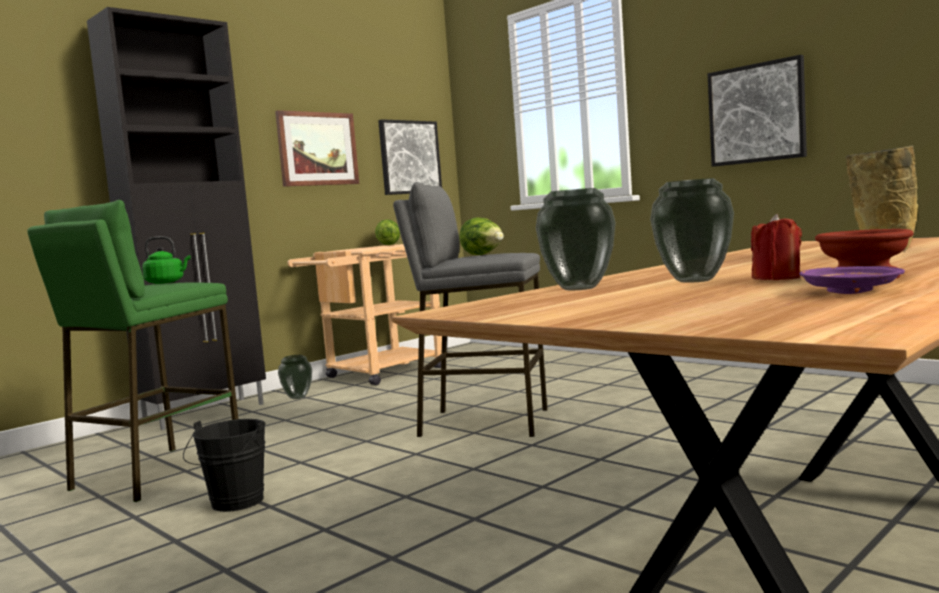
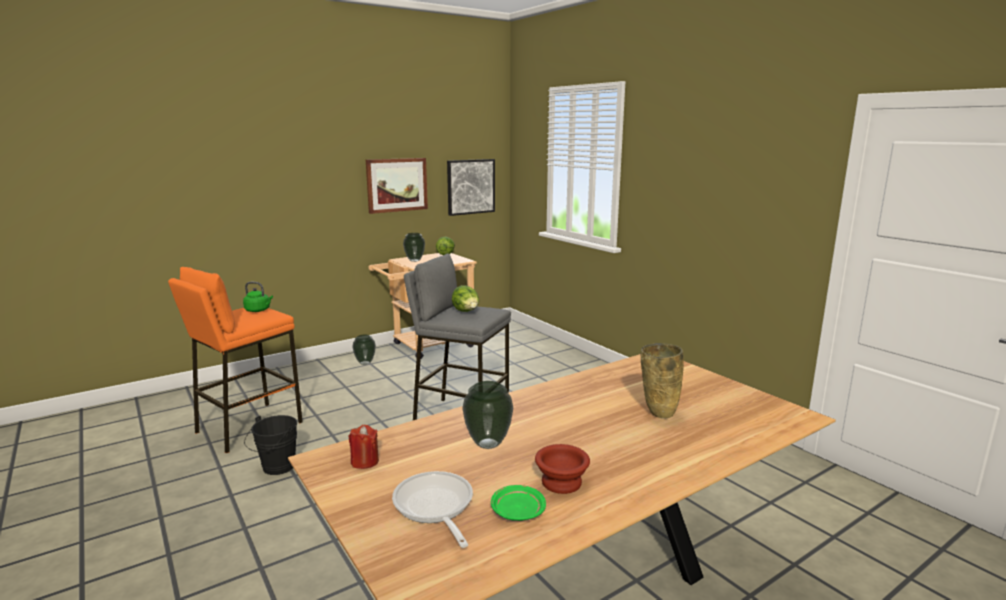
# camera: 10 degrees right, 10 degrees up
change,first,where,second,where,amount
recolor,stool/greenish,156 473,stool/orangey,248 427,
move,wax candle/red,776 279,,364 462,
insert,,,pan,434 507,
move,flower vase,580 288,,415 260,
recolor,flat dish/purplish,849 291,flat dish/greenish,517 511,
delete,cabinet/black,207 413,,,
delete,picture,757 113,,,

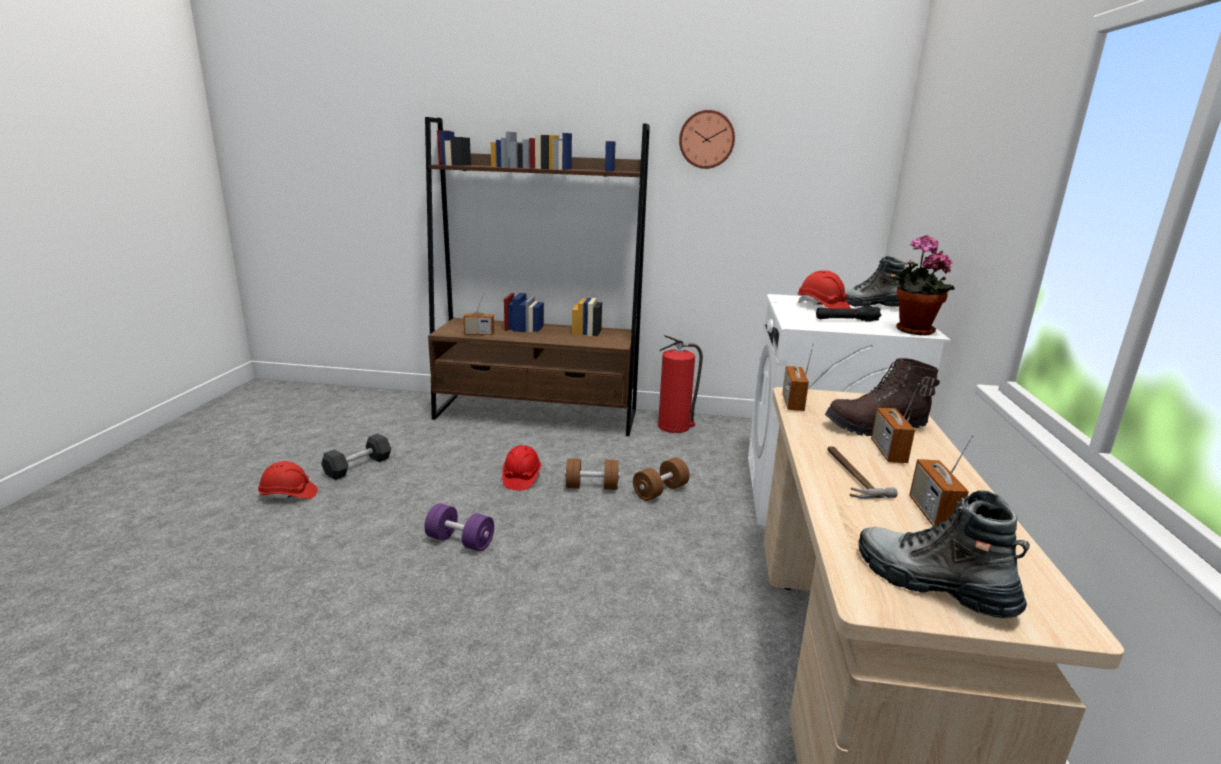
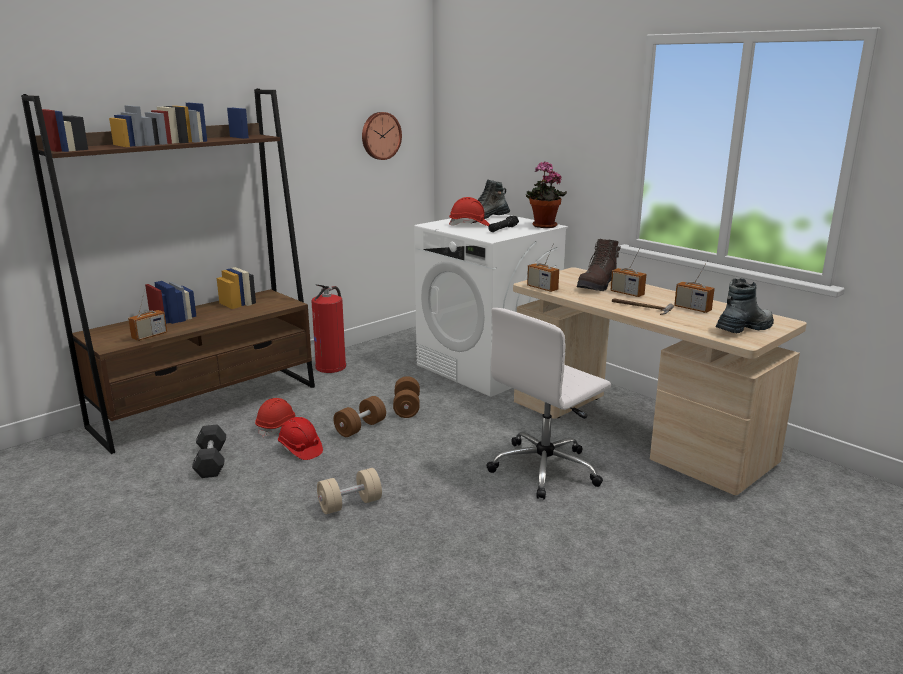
# camera: 50 degrees left, 0 degrees up
change,first,where,second,where,amount
move,hand weight/black,358 466,,211 461,
move,safety helmet/red,288 495,,278 427,
recolor,hand weight/purplish,460 541,hand weight/sand-coloured,350 504,
move,hanging clock,706 139,,380 135,
insert,,,office chair/white,545 469,
rotate,boot,931 584,,743 329,150 degrees clockwise

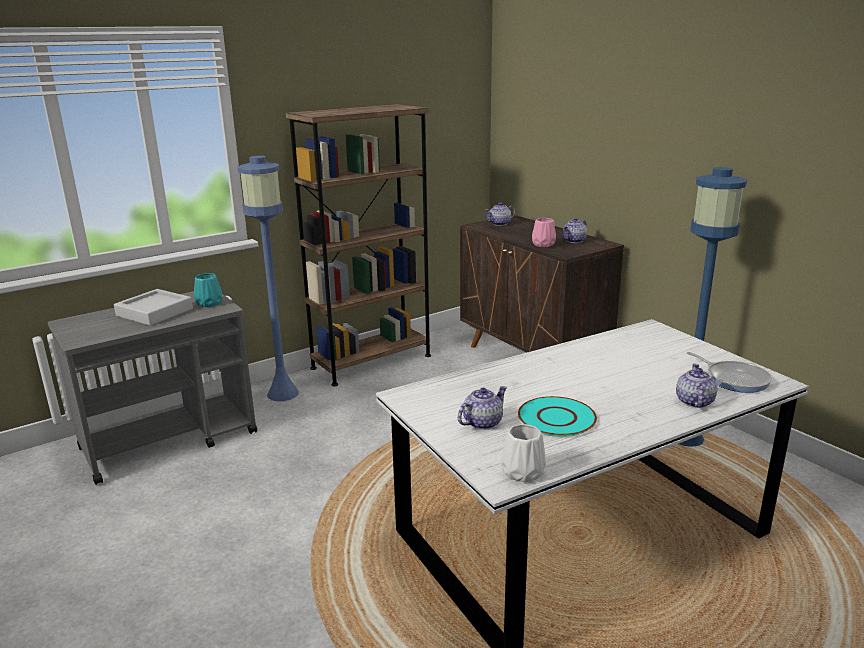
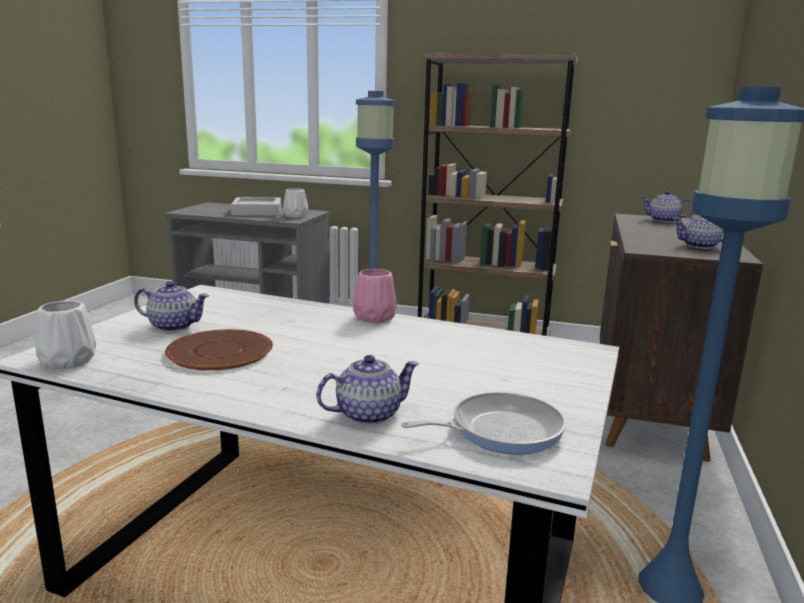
# camera: 50 degrees right, 5 degrees down
change,first,where,second,where,amount
recolor,flat dish/blue-green,556 418,flat dish/brownish,219 351,
recolor,flower vase/blue-green,210 303,flower vase/white,296 216,
move,flower vase/pink-coloured,543 244,,375 317,
rotate,pan,734 379,,500 430,120 degrees counterclockwise

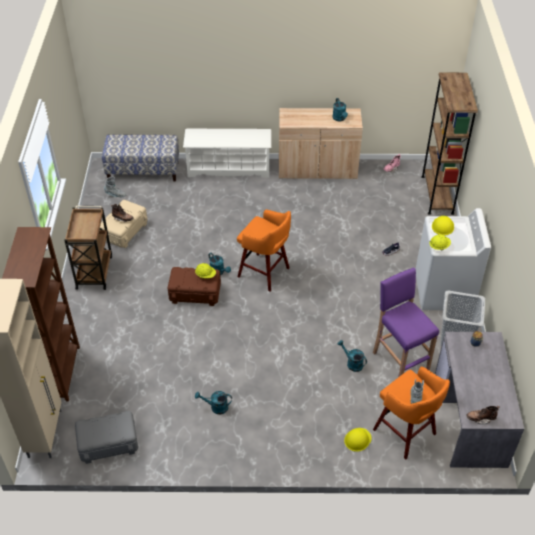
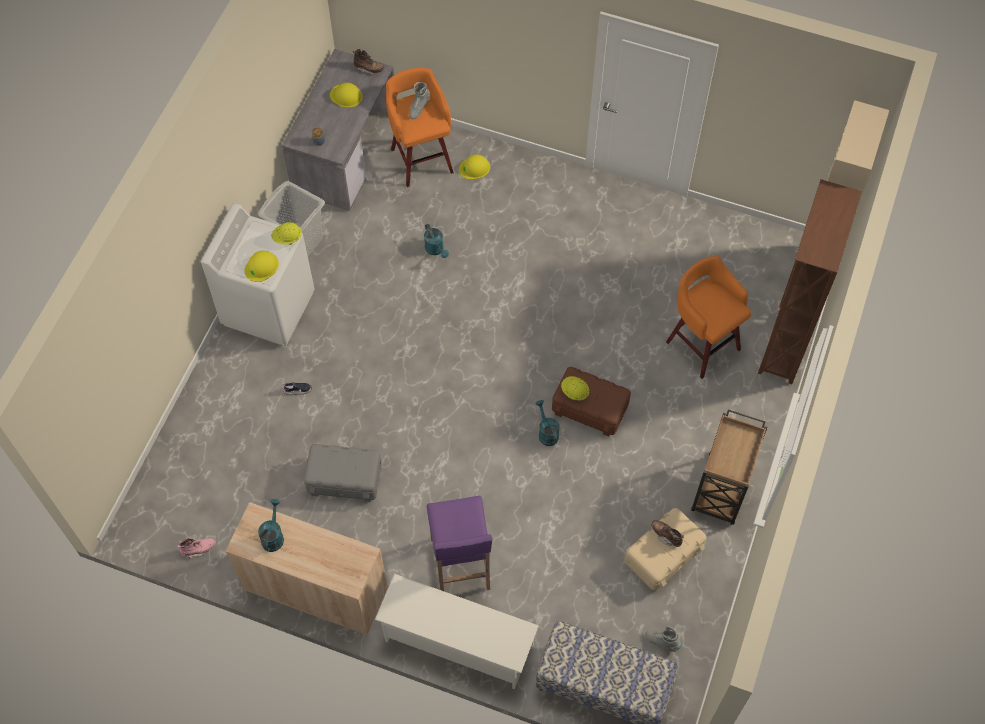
# camera: 160 degrees left, 15 degrees up
change,first,where,second,where,amount
move,storage box/grey,108 443,,344 479,
insert,,,safety helmet/yellowish,346 96,
move,stool/purplish,399 360,,460 565,
move,stool/orangey,265 273,,701 344,
delete,watering pot/blue-green,216 407,,,
delete,shelving unit/brownish,437 194,,,

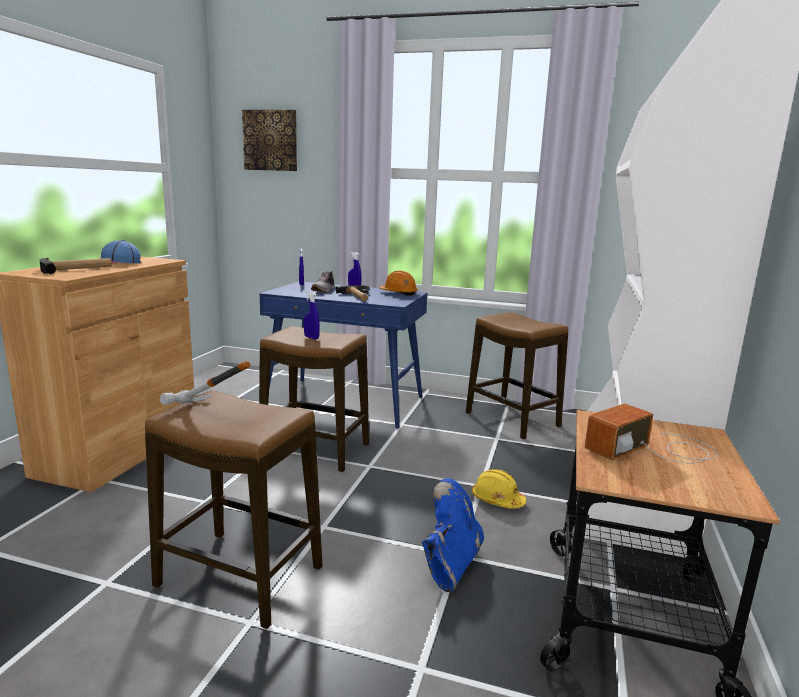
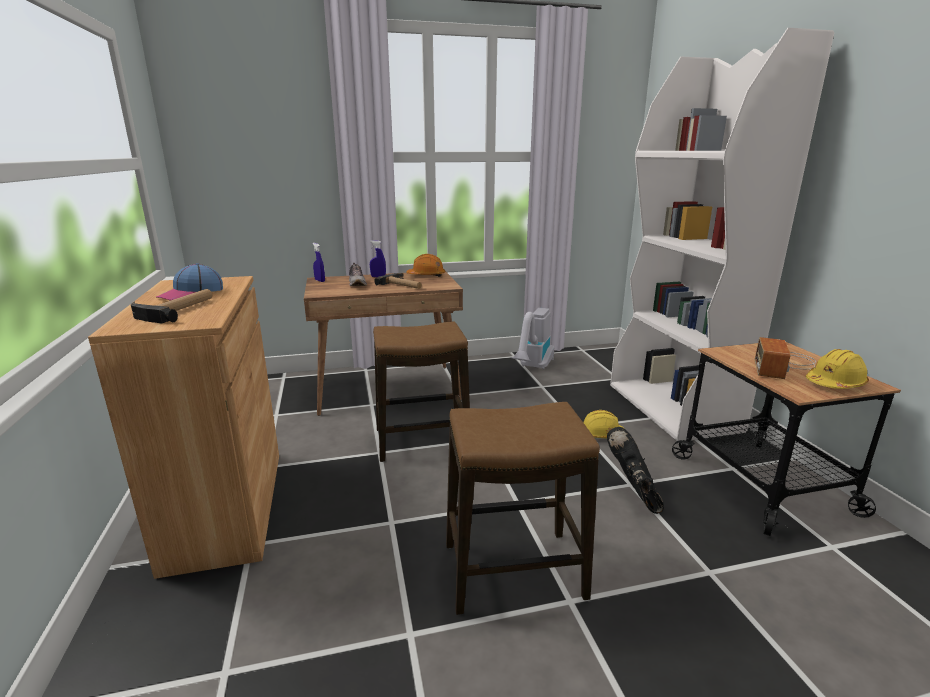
# camera: 30 degrees left, 5 degrees up
change,first,where,second,where,amount
recolor,desk unit/bluish,345 402,desk unit/brownish,388 389,
replace,stool,512 420,vacuum,533 368,
recolor,boot/bluish,450 564,boot/black,634 493,
insert,,,safety helmet/yellowish,834 383,
delete,hammer,204 414,,,
delete,picture,270 140,,,
delete,sprayer/bluish,311 338,,,

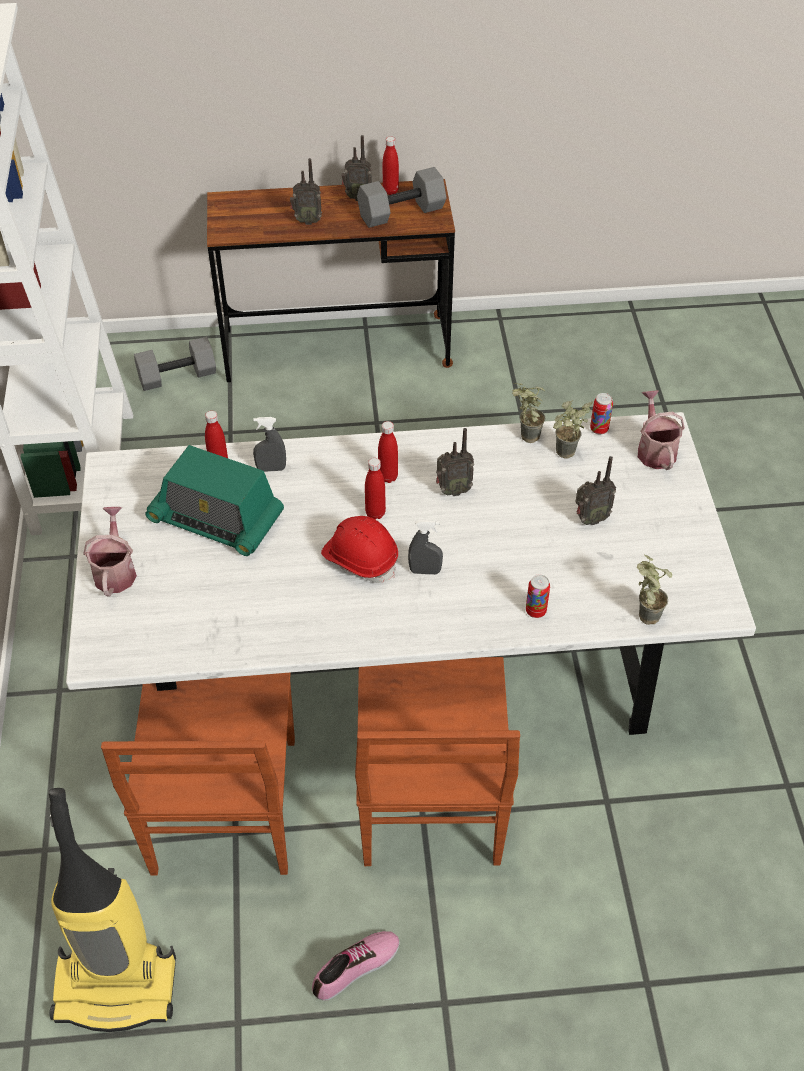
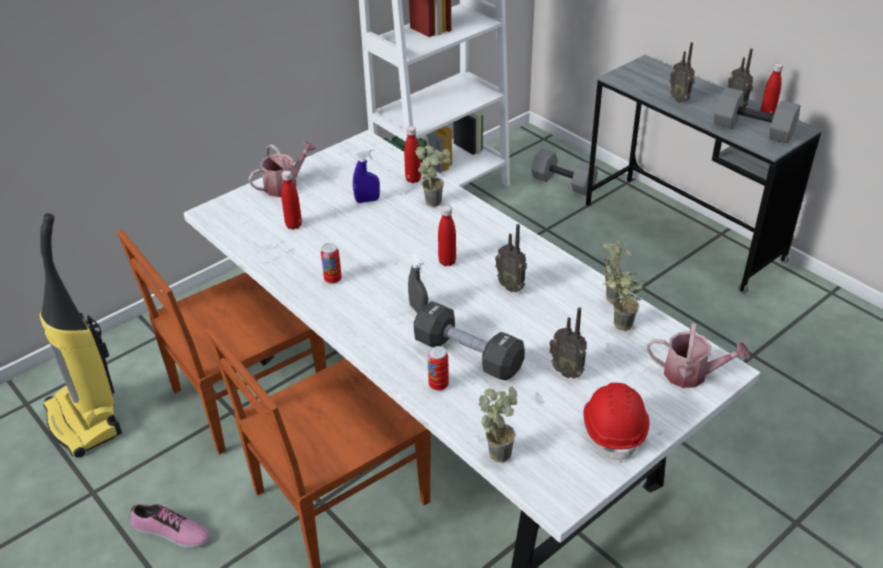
# camera: 55 degrees right, 10 degrees down
change,first,where,second,where,amount
move,beverage bottle/red,388 477,,293 225,
move,can,599 429,,333 279,
replace,radio receiver,216 519,sprayer/bluish,367 200,
insert,,,hand weight/black,468 355,
replace,sprayer/grey,271 469,plant in a pot,435 200,
move,safety helmet/red,360 559,,614 429,
recolor,desk unit/brownish,336 348,desk unit/grey,682 232,
rotate,watering pot,654 450,,691 374,60 degrees clockwise

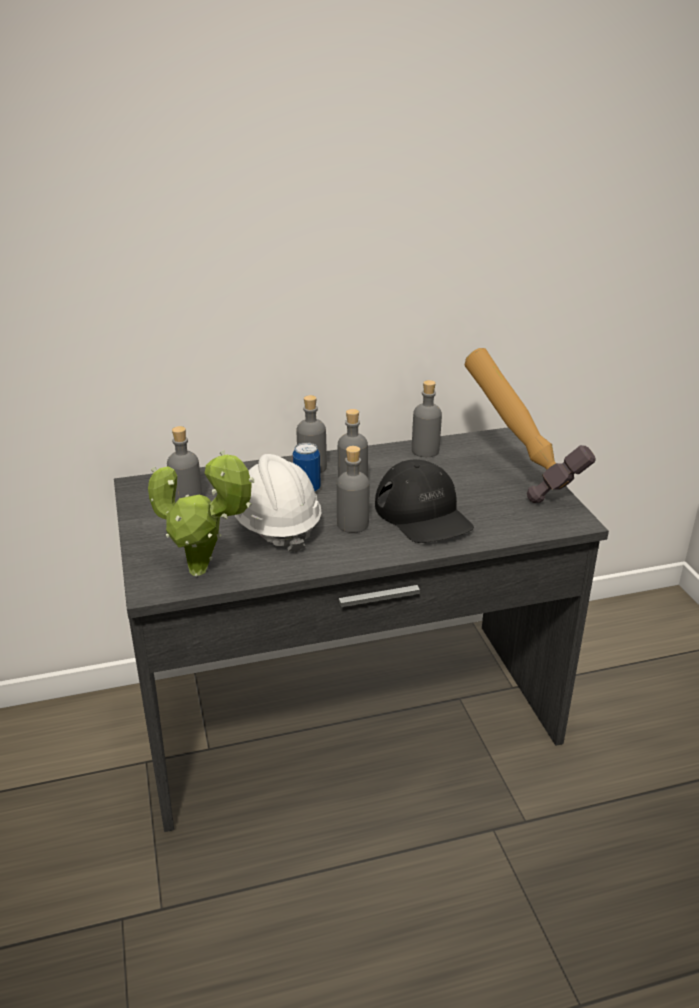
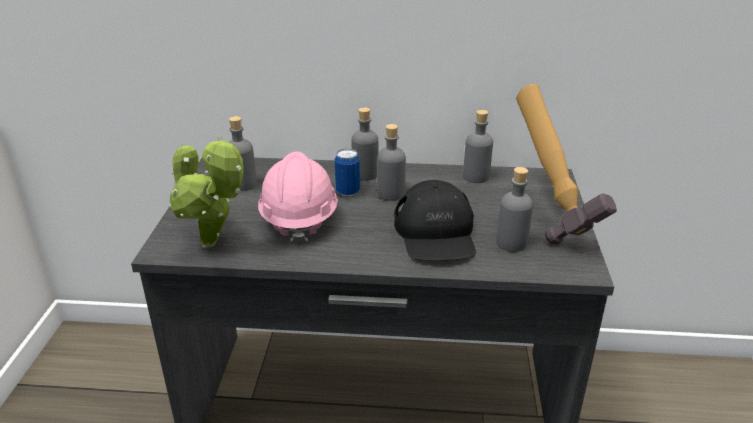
# camera: 20 degrees right, 0 degrees up
change,first,where,second,where,amount
recolor,safety helmet/white,276 527,safety helmet/pink-coloured,299 219,
move,beverage bottle/grey,352 524,,511 243,

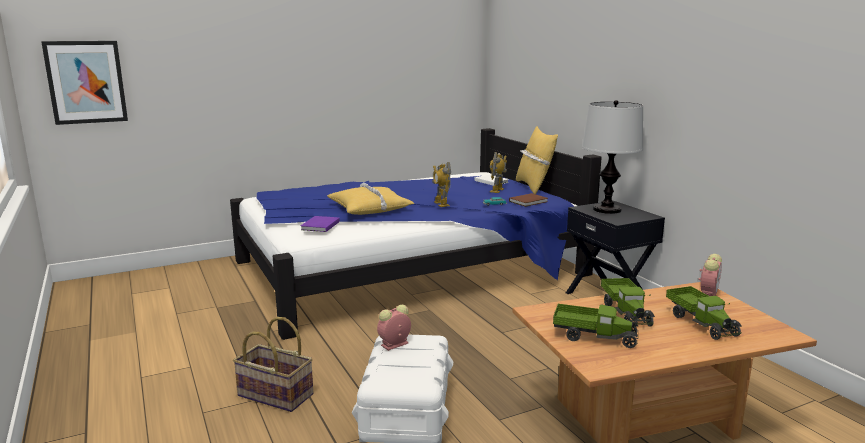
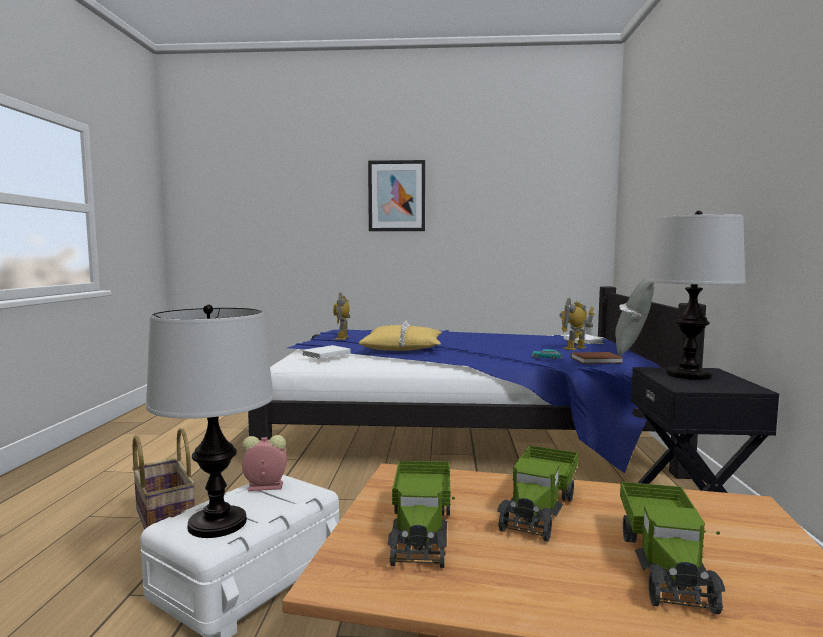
# camera: 30 degrees right, 10 degrees down
change,first,where,second,where,amount
insert,,,tabletop lamp,216 524,
recolor,volume/purplish,319 226,volume/white,325 354,
move,model robot,441 204,,342 338,
move,picture,86 82,,396 196,
rotate,toy truck,594 336,,421 529,45 degrees clockwise
recolor,throw pillow/yellowish,534 187,throw pillow/grey,632 350,
delete,alarm clock,708 294,,,

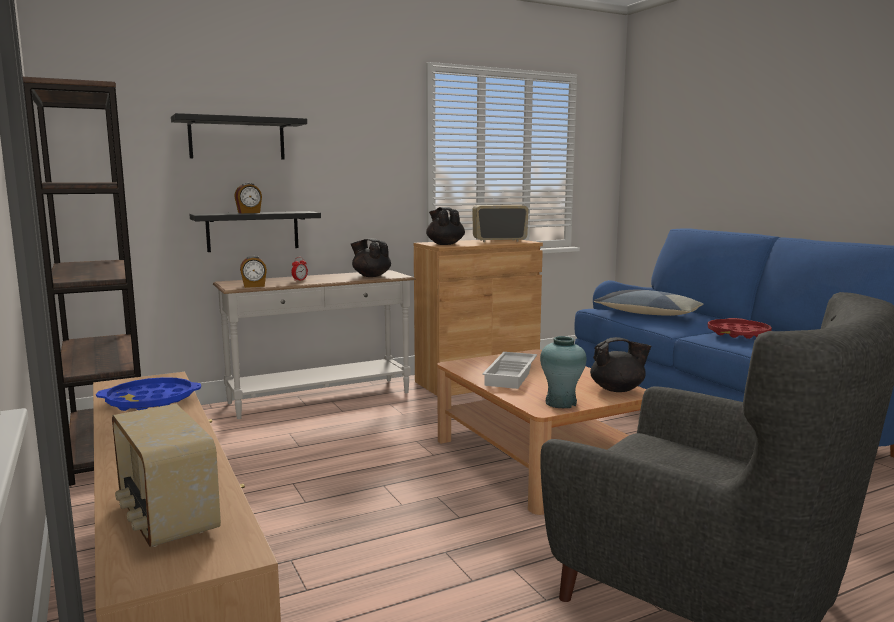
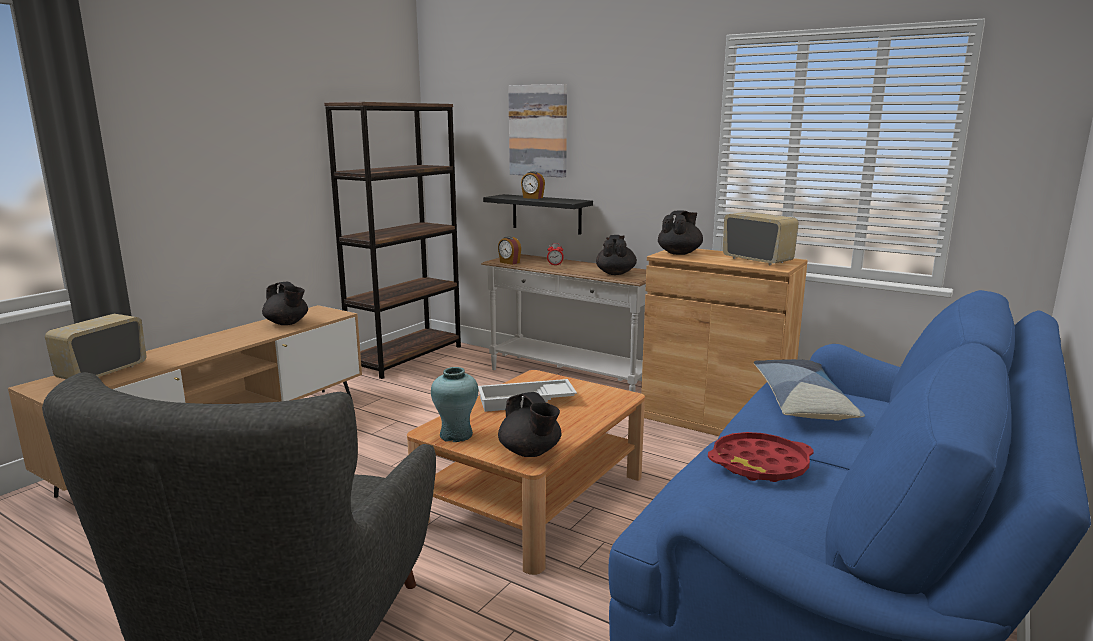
# camera: 60 degrees right, 5 degrees up
change,first,where,second,where,amount
replace,carrying tray/bluish,150 401,pot for tea/black,287 323,
replace,bracket shelf/black,237 139,picture,538 131,

